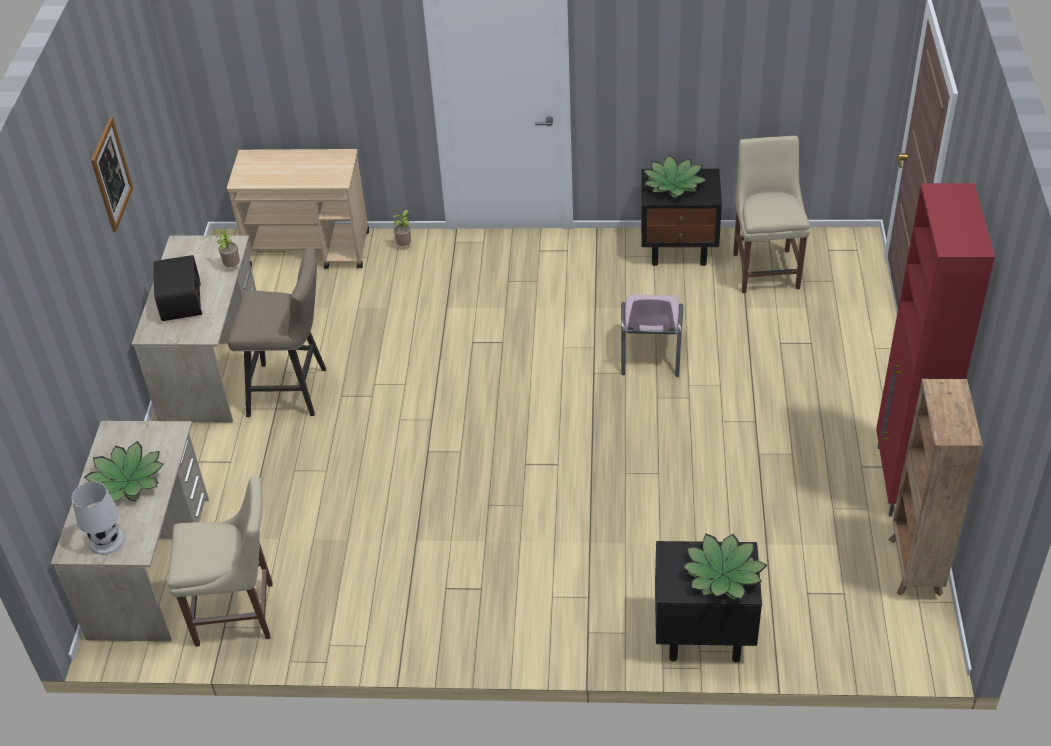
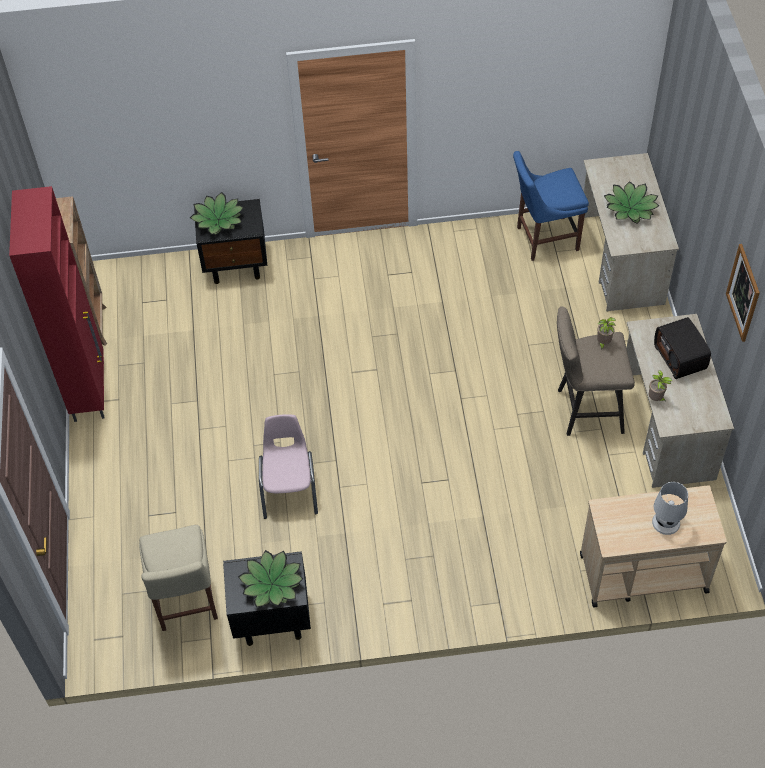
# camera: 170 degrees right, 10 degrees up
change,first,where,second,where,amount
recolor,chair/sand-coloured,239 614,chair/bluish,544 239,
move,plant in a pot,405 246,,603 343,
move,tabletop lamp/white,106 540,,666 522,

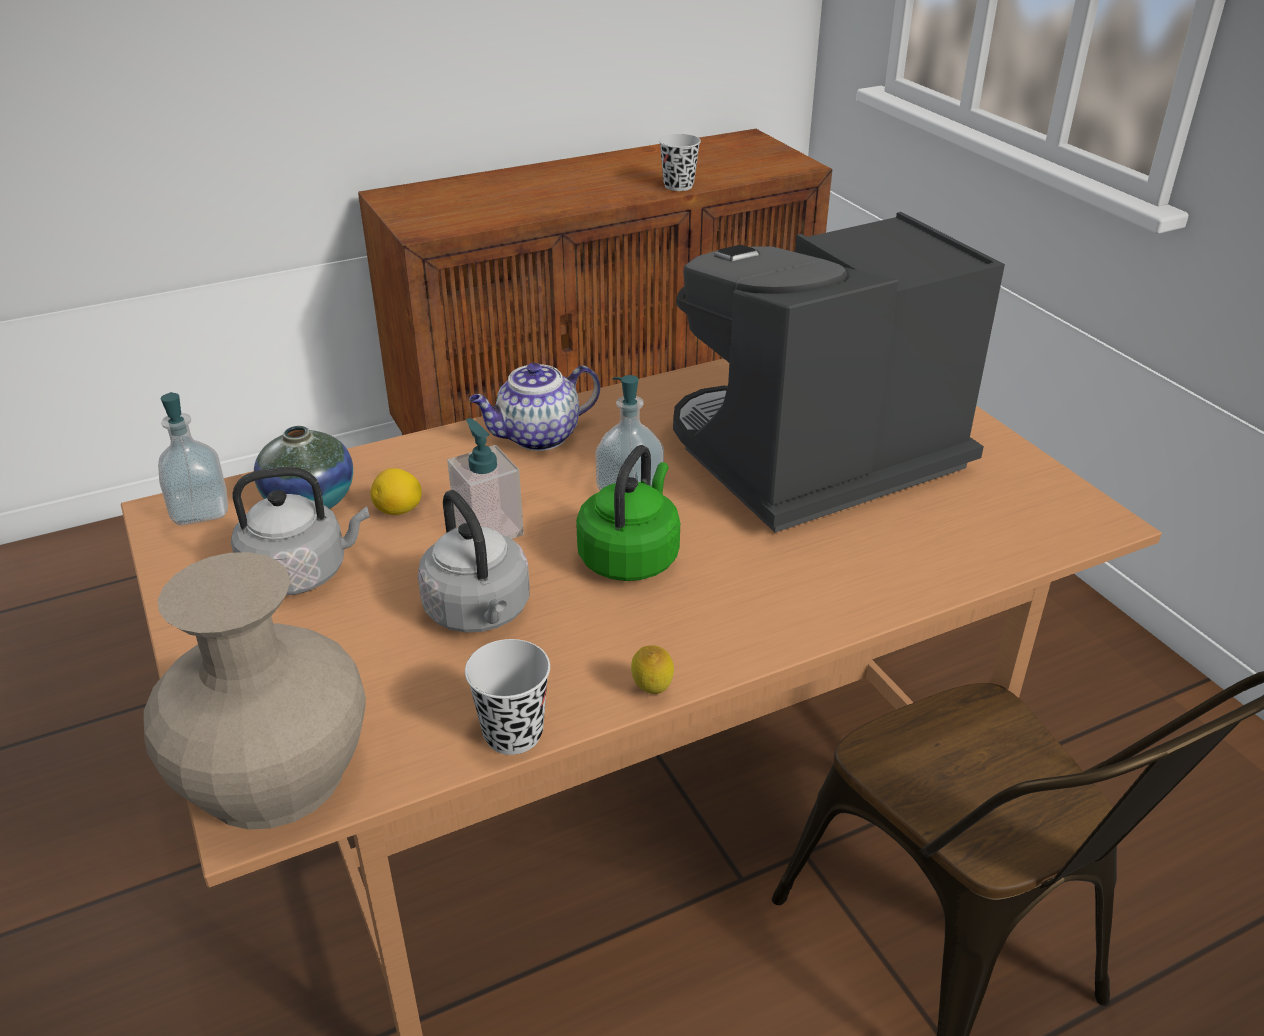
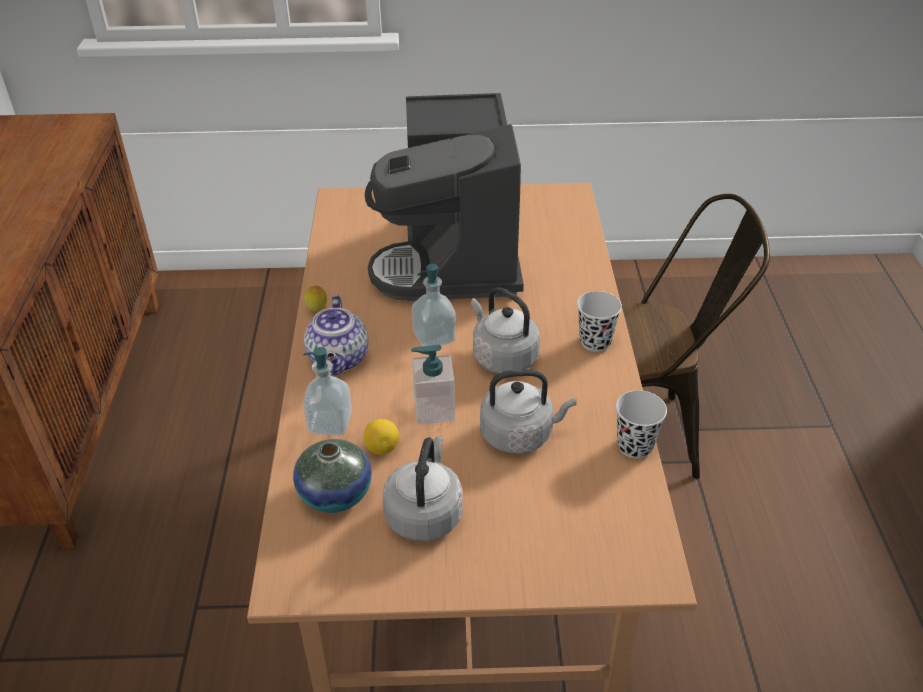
# camera: 65 degrees left, 5 degrees up
change,first,where,second,where,amount
move,liquid soap bottle,200 510,,330 423,
move,whole lemon,652 691,,317 311,
recolor,kettle/greenish,631 556,kettle/grey,502 357,
move,cup/black,678 186,,595 342,
delete,flower vase/sand-coloured,273 774,,,

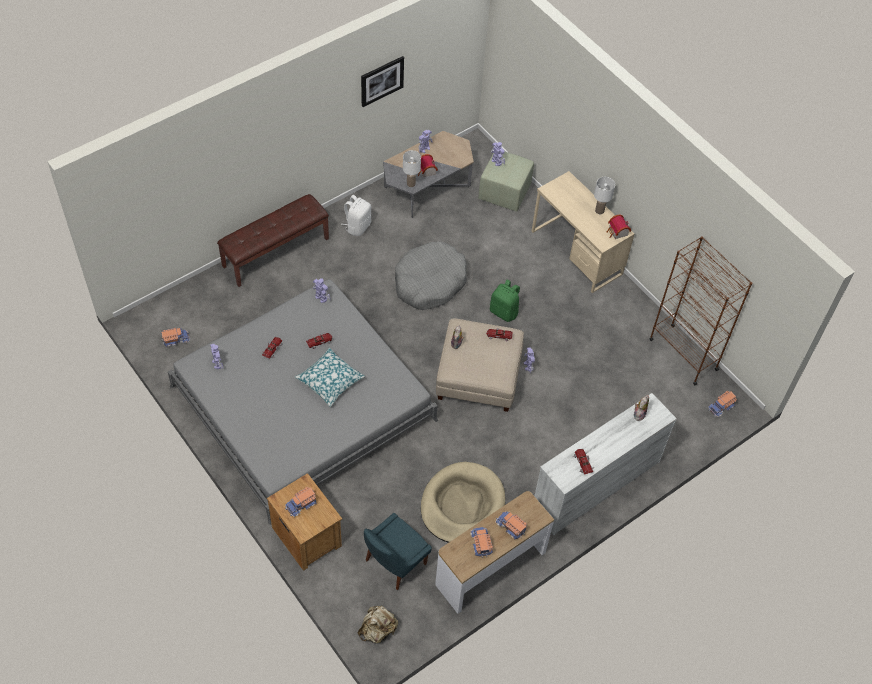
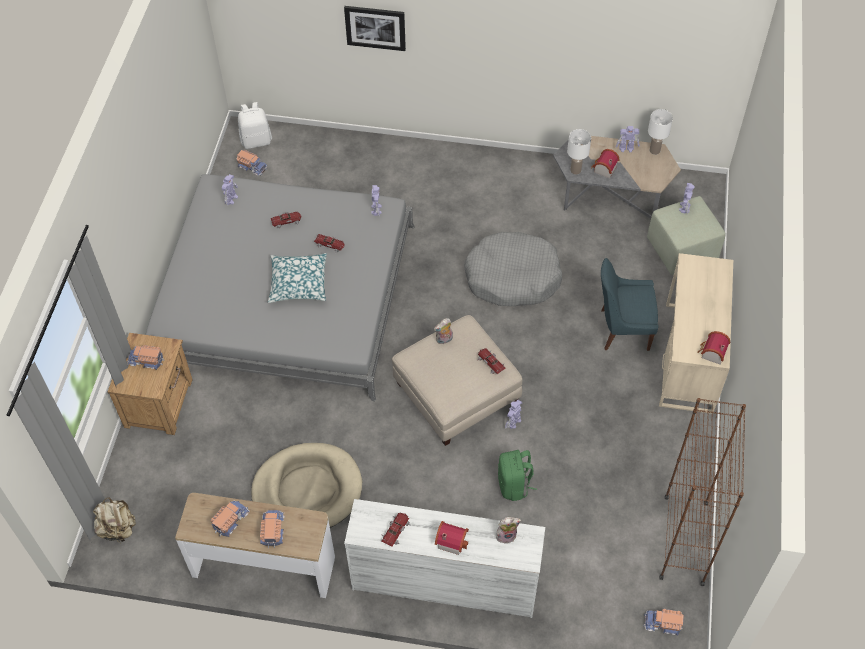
# camera: 50 degrees right, 0 degrees up
change,first,where,second,where,amount
move,backpack/white,357 226,,256 140,
move,picture,381 81,,375 27,
insert,,,toy house,451 540,
move,backpack/greenish,504 312,,514 485,
move,chair/bluish,394 563,,622 329,
move,tabletop lamp/white,599 210,,654 150,
delete,indoor bench/brownish,275 252,,,

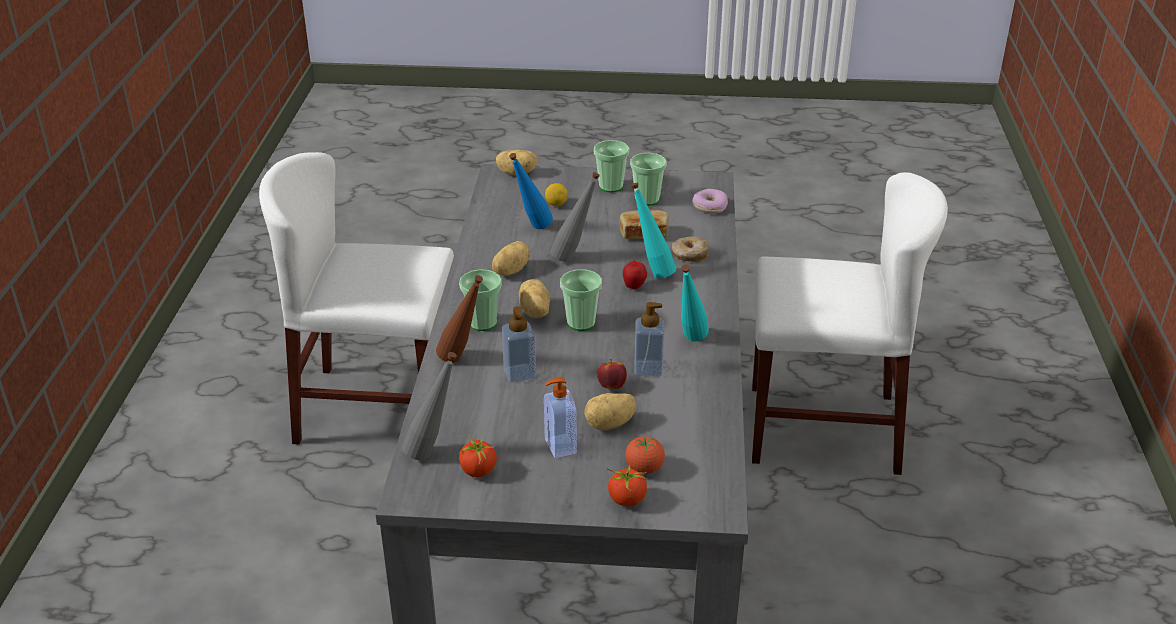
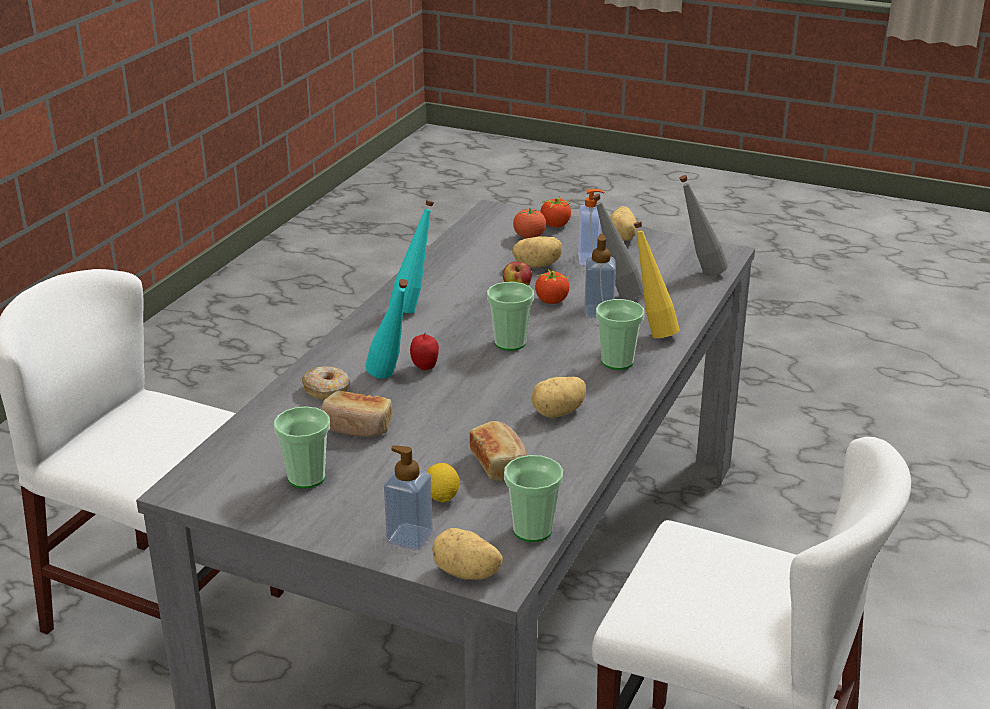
# camera: 160 degrees left, 5 degrees down
change,first,where,second,where,amount
move,liquid soap bottle,648 369,,409 537,
replace,beverage bottle/bluish,532 229,baked bread,500 464,
move,cup,611 186,,532 530,
move,whole tomato,478 471,,552 301,
move,beverage bottle/grey,574 257,,616 296,
move,potato,534 312,,623 237,
recolor,beverage bottle/brownish,462 360,beverage bottle/yellowish,652 332,
delete,doughnut,709 206,,,

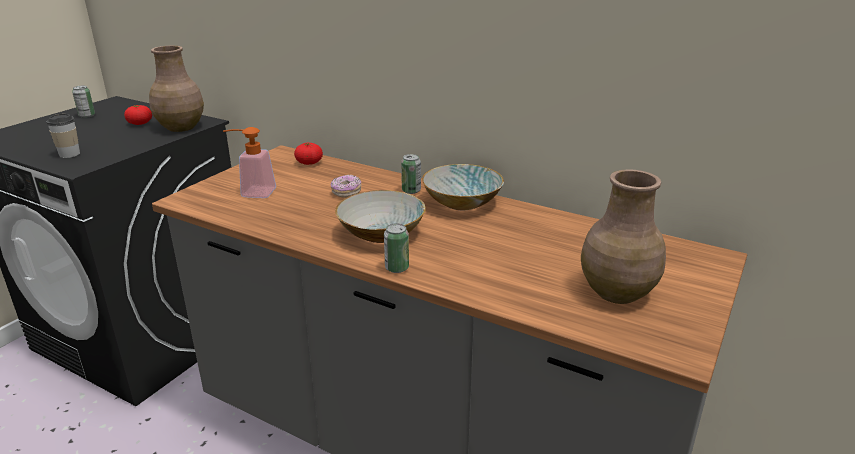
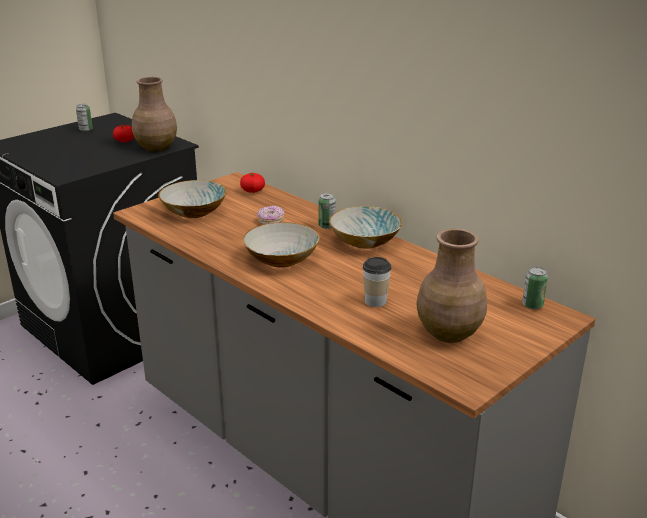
# camera: 15 degrees right, 0 degrees up
change,first,where,second,where,amount
replace,liquid soap bottle,252 192,deep dish,194 212,
move,cup,69 154,,375 301,
move,can,397 268,,532 305,

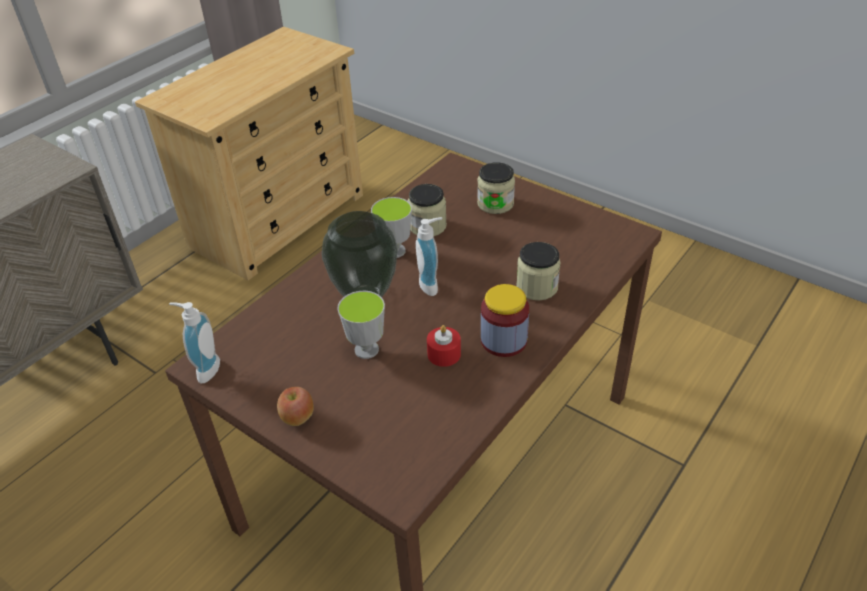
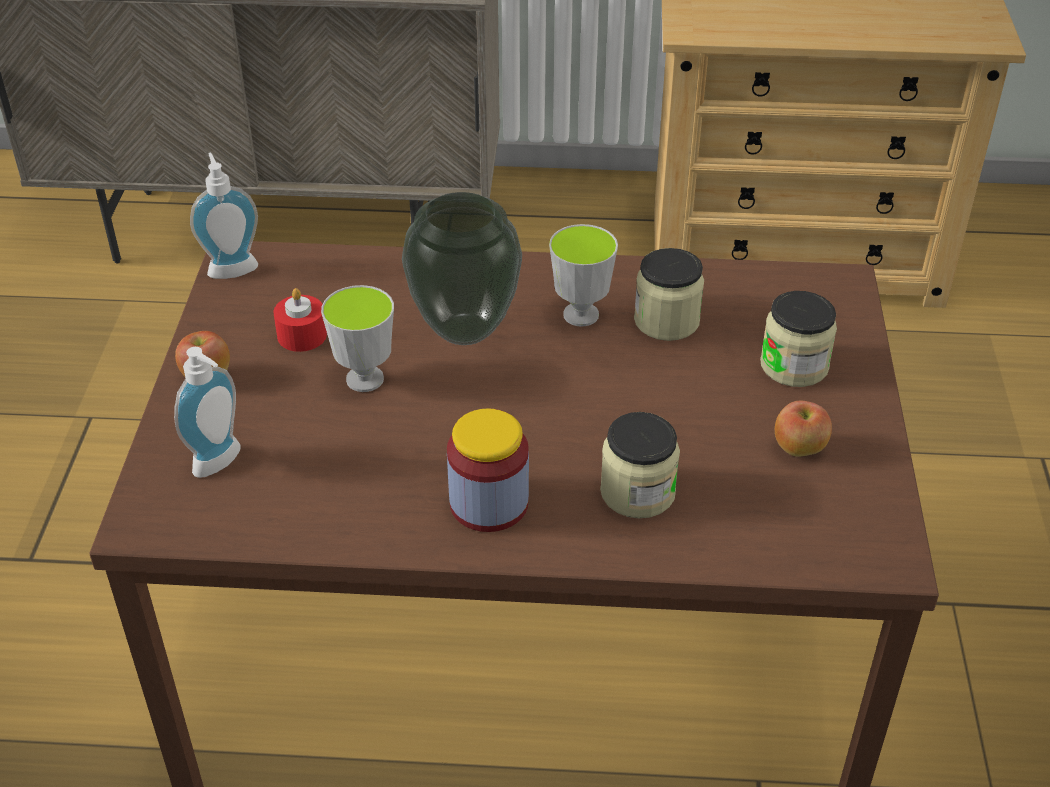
# camera: 55 degrees right, 0 degrees up
change,first,where,second,where,amount
move,liquid soap bottle,432 284,,221 463,
move,wax candle/red,444 354,,302 335,
insert,,,apple fruit,799 449,

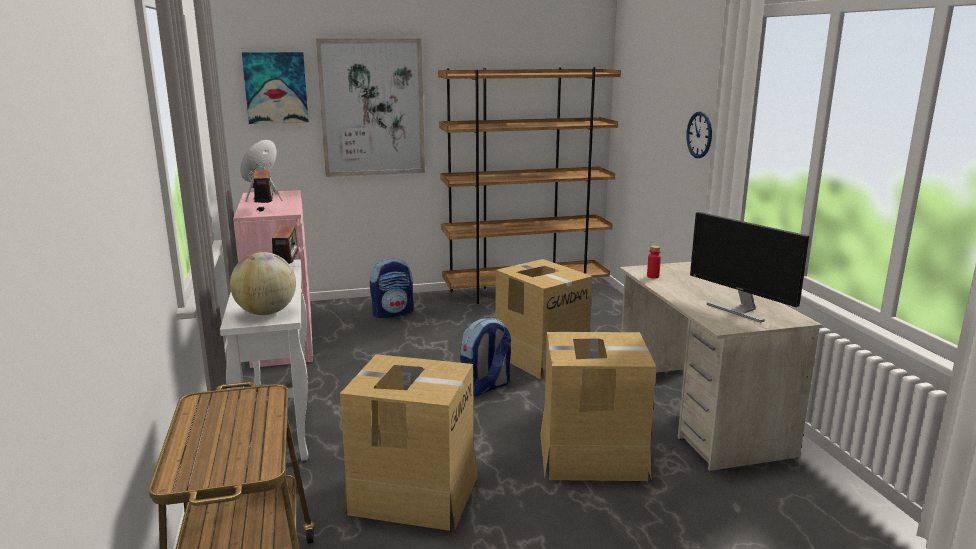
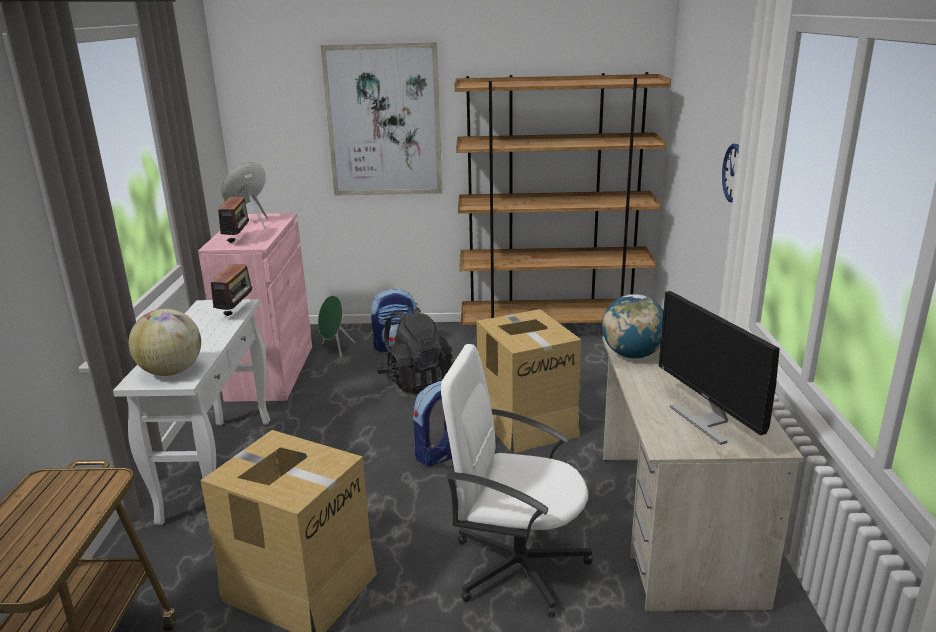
# camera: 15 degrees right, 5 degrees up
change,first,where,second,where,amount
insert,,,audio speaker/greenish,335 349,
insert,,,backpack/black,415 382,
replace,carton,592 455,office chair/white,517 565,
replace,beverage bottle/red,653 276,desk globe,632 355,
delete,picture,276 88,,,

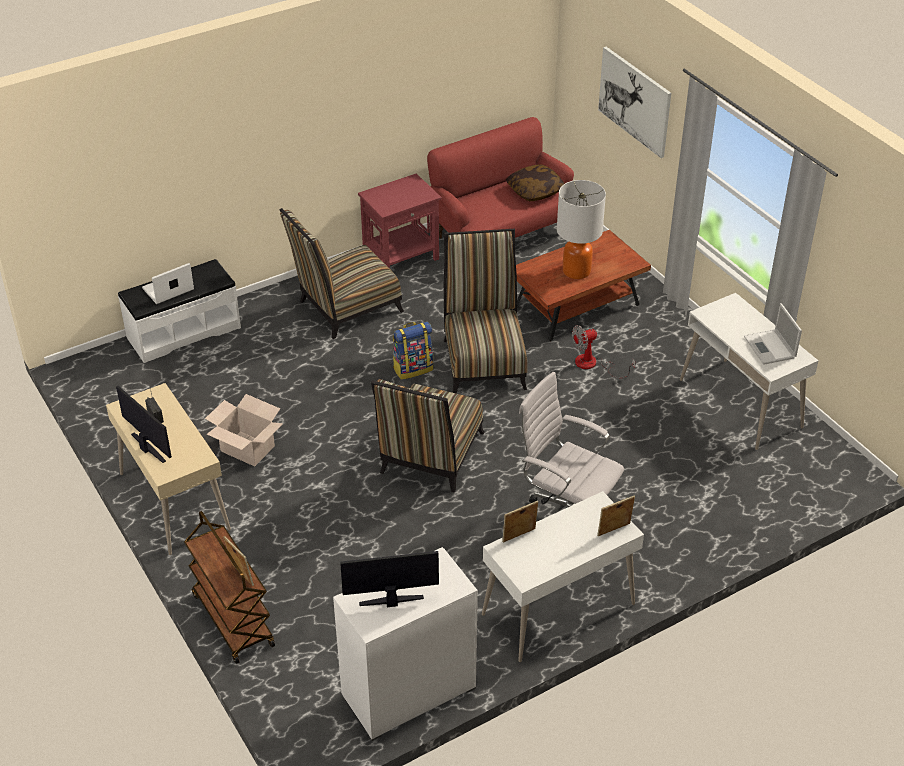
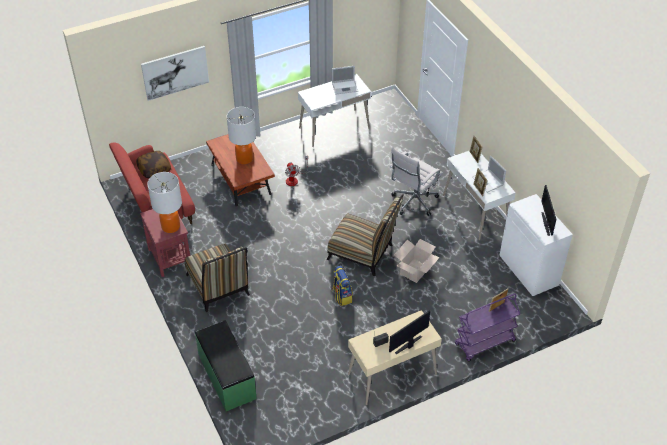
# camera: 85 degrees left, 5 degrees up
change,first,where,second,where,amount
insert,,,tabletop lamp,171 226,
recolor,indoor bench/white,183 332,indoor bench/greenish,226 377,
move,backpack,413 368,,341 296,
move,carton,248 448,,414 270,
recolor,cart/brownish,232 620,cart/purplish,484 343,
move,portable computer,167 290,,488 181,
delete,chair,483 359,,,

